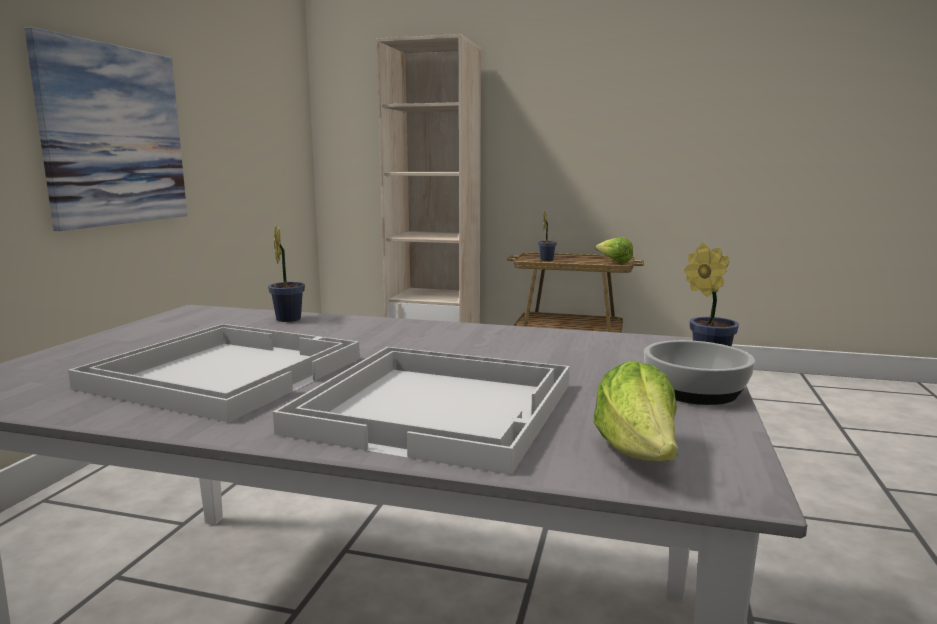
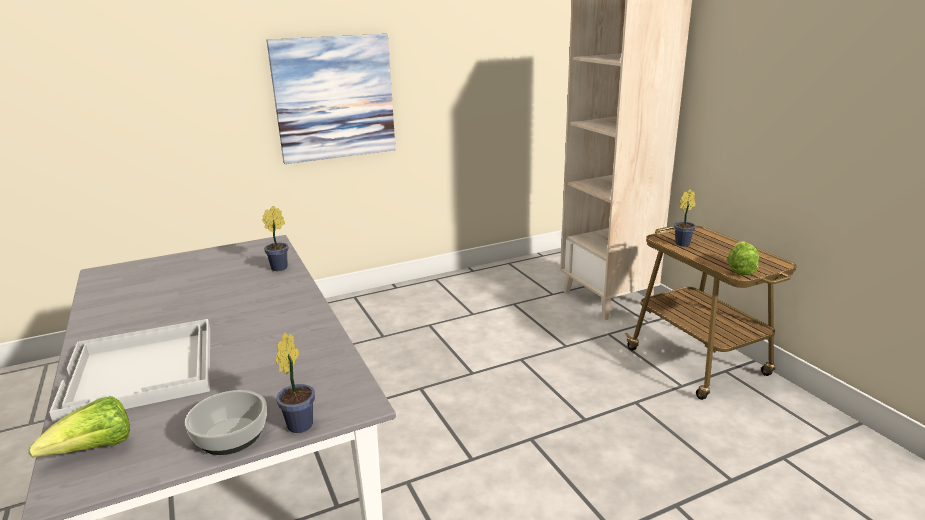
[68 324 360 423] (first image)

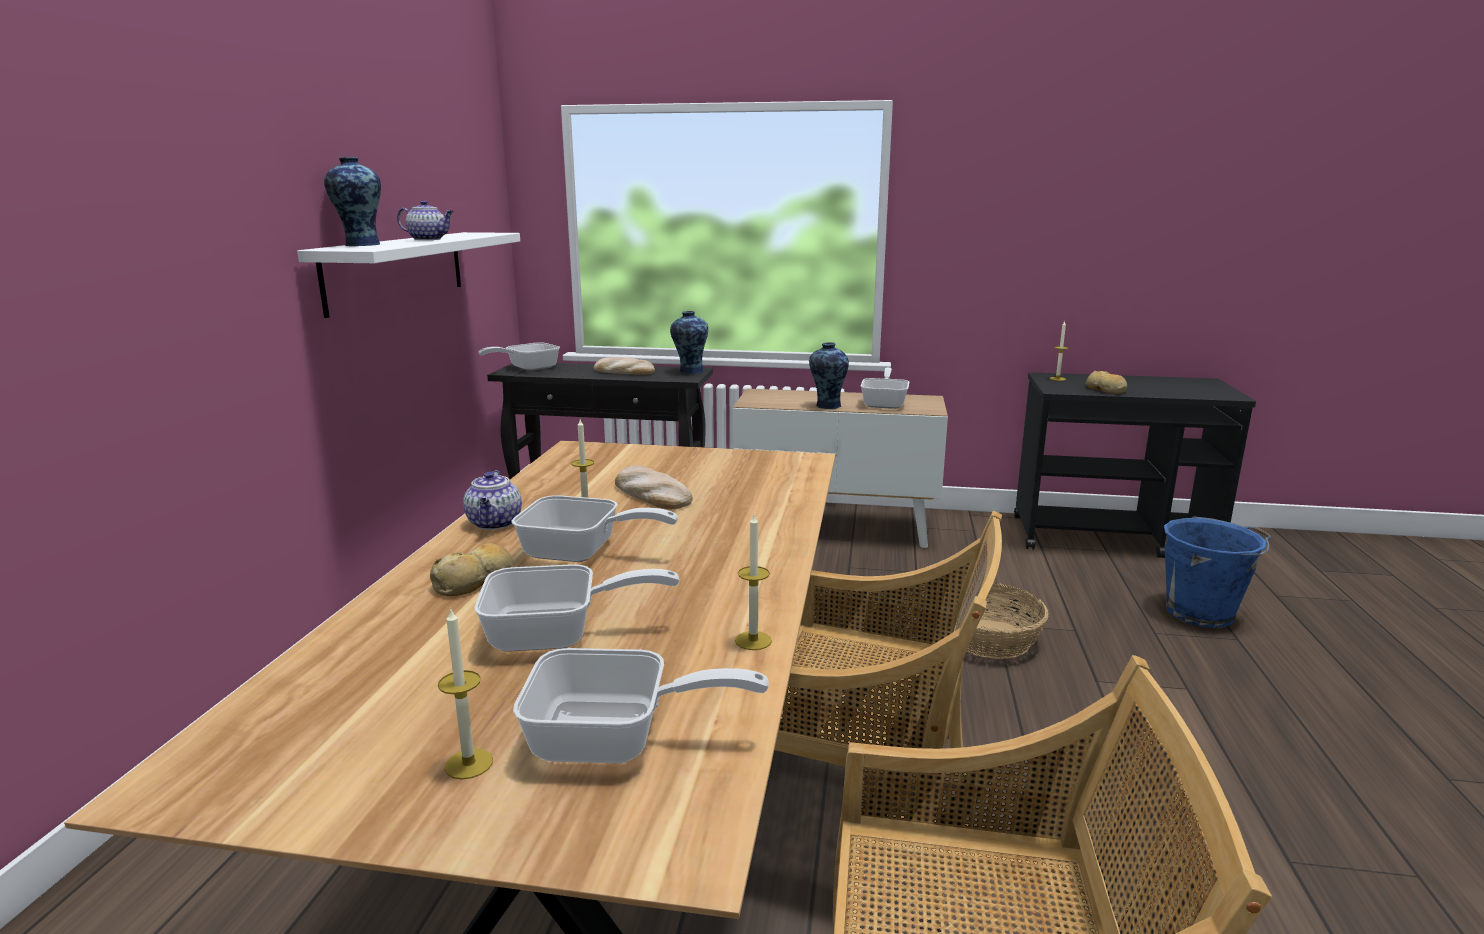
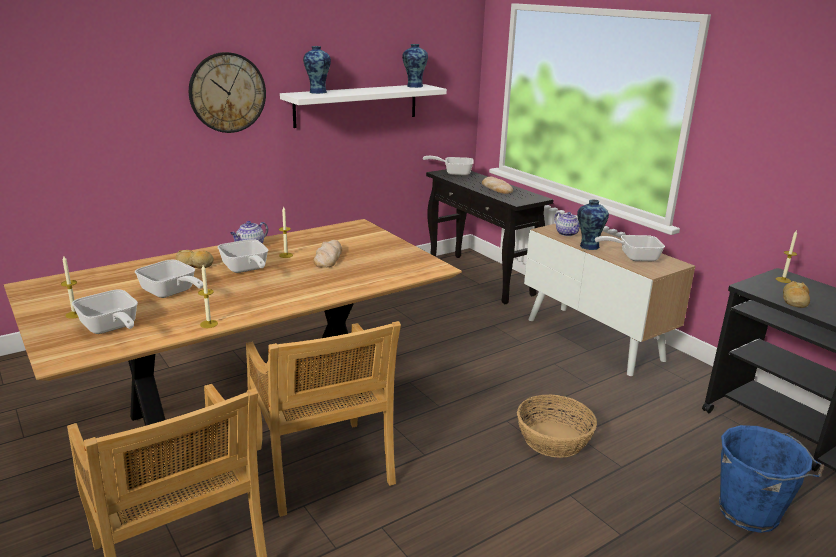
[554 212 580 236]
[402 44 428 88]
[595 235 665 261]
[189 52 266 133]

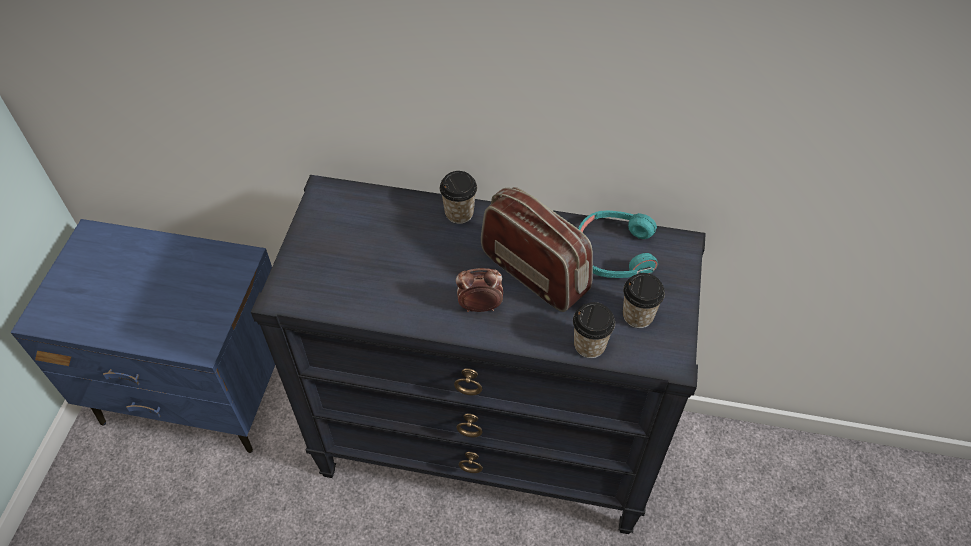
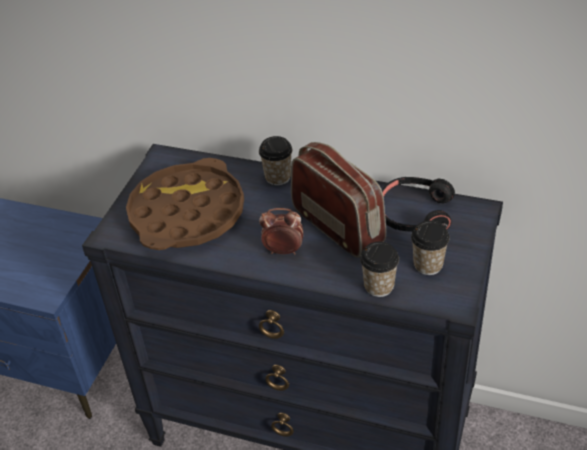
[382 177 455 232]
[126 158 244 250]

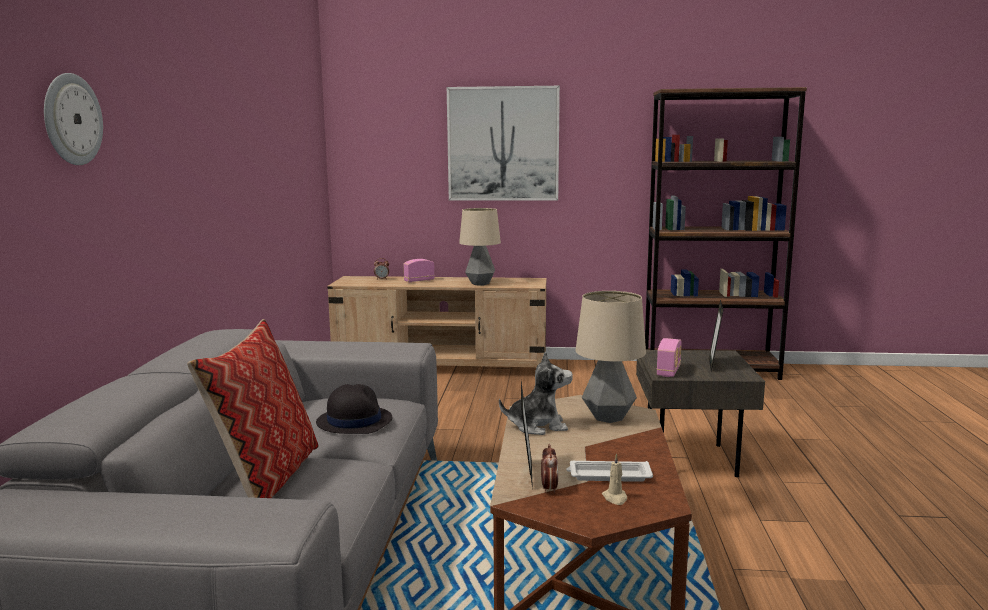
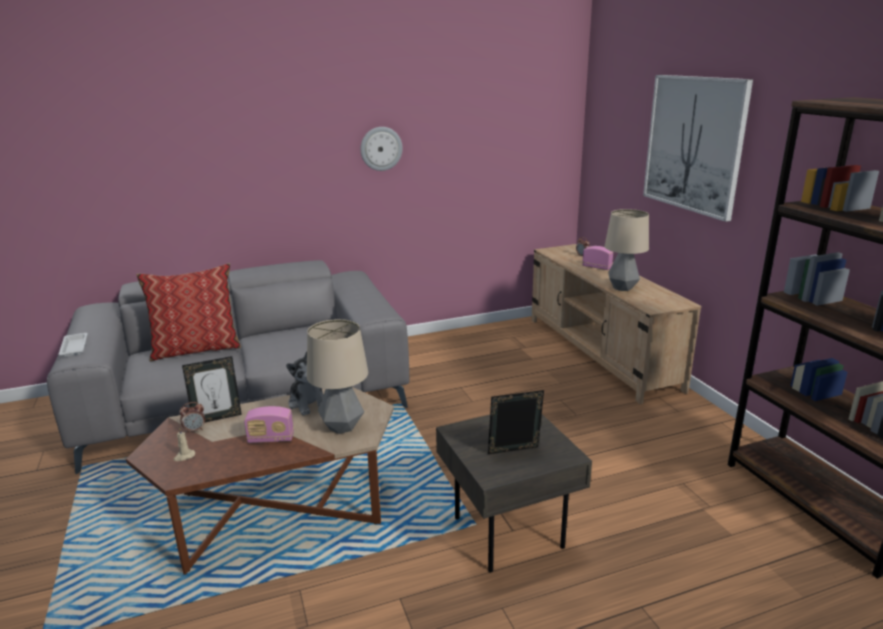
[360 127 403 171]
[244 406 294 443]
[316 384 392 434] (first image)
[58 333 88 357]

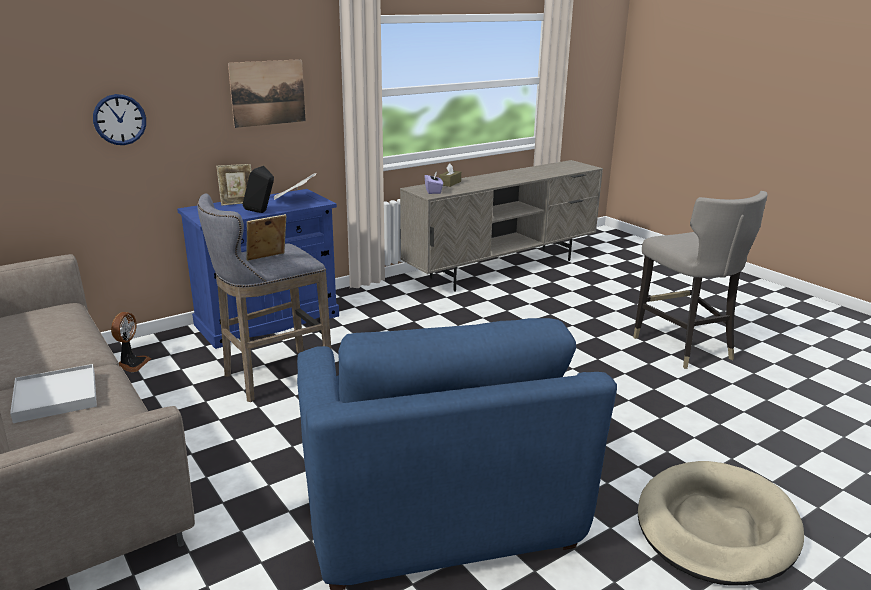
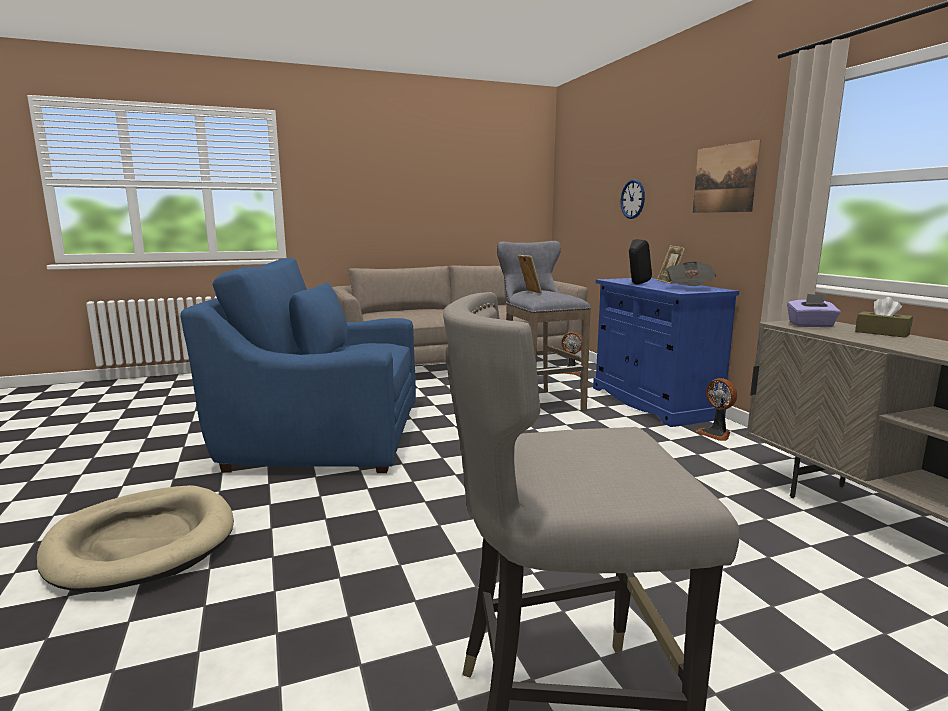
[10 364 97 423] (first image)
[696 378 737 441]

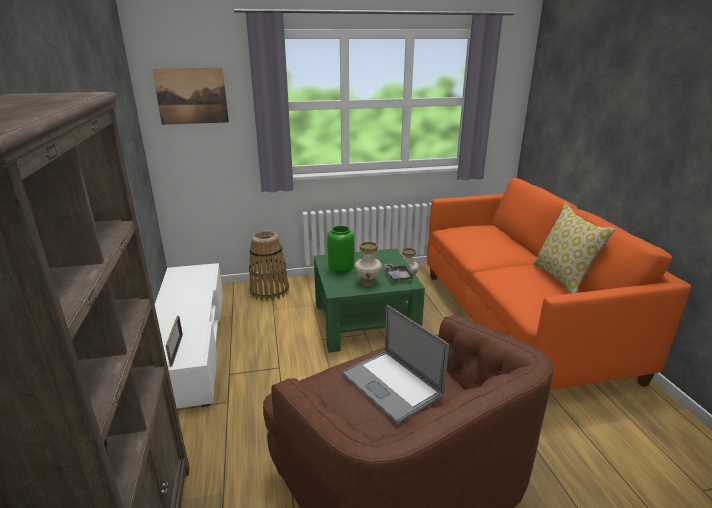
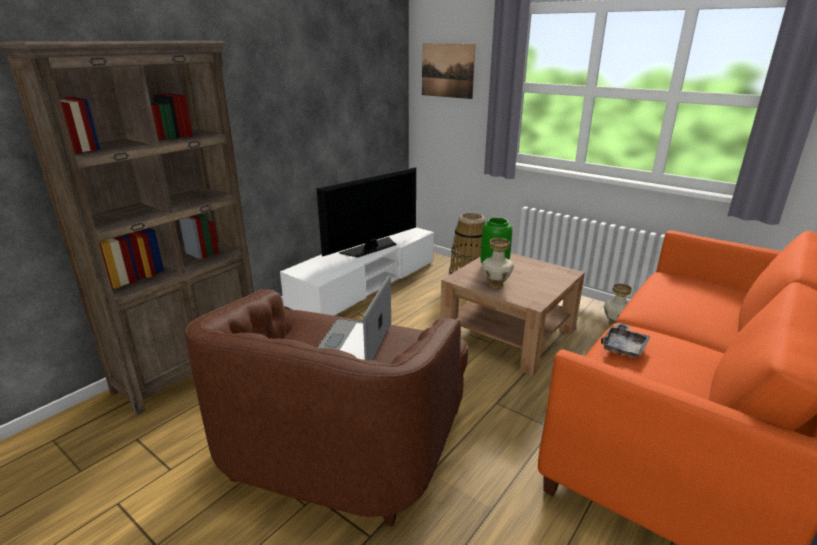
[533 203 615 294] (first image)
[440 253 585 376]
[601 322 650 358]
[166 316 183 367] (first image)
[317 167 416 258]

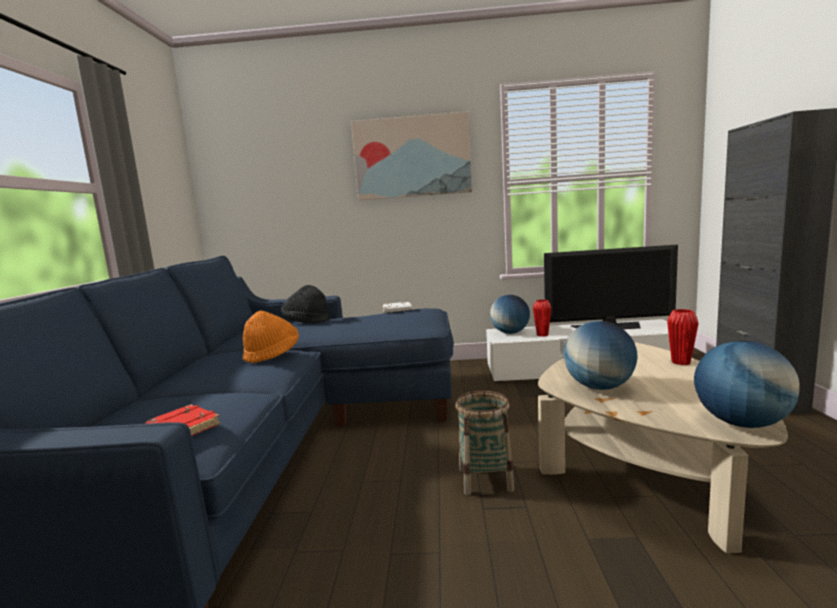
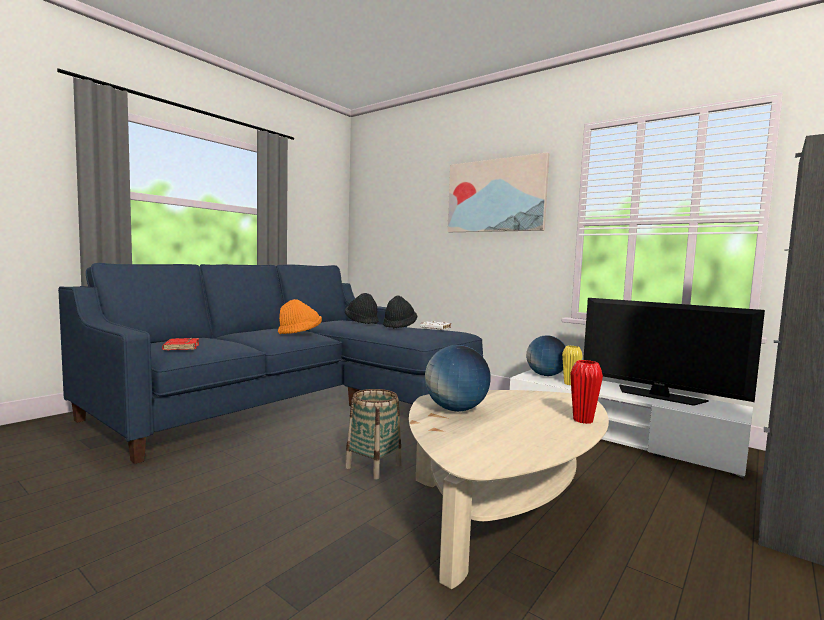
[562 346 583 385]
[694 340 800 428] (first image)
[383 296 417 329]

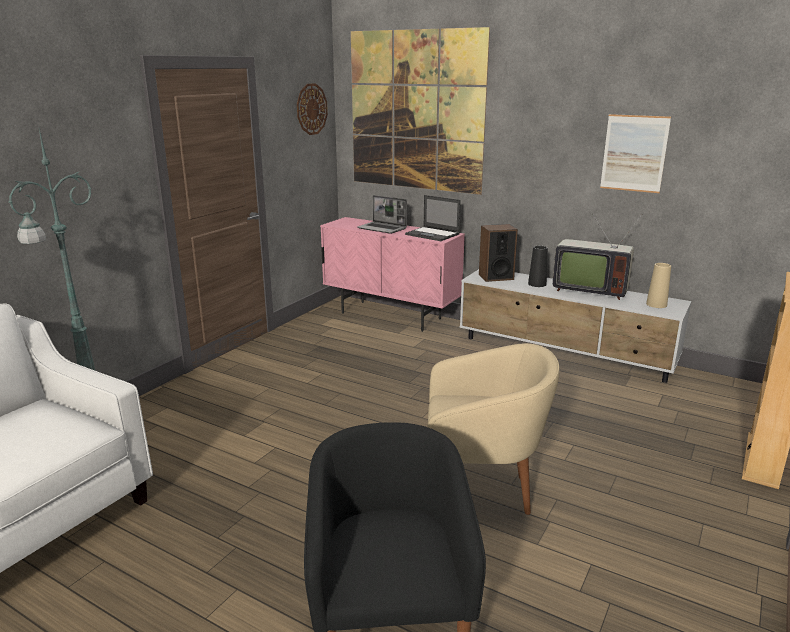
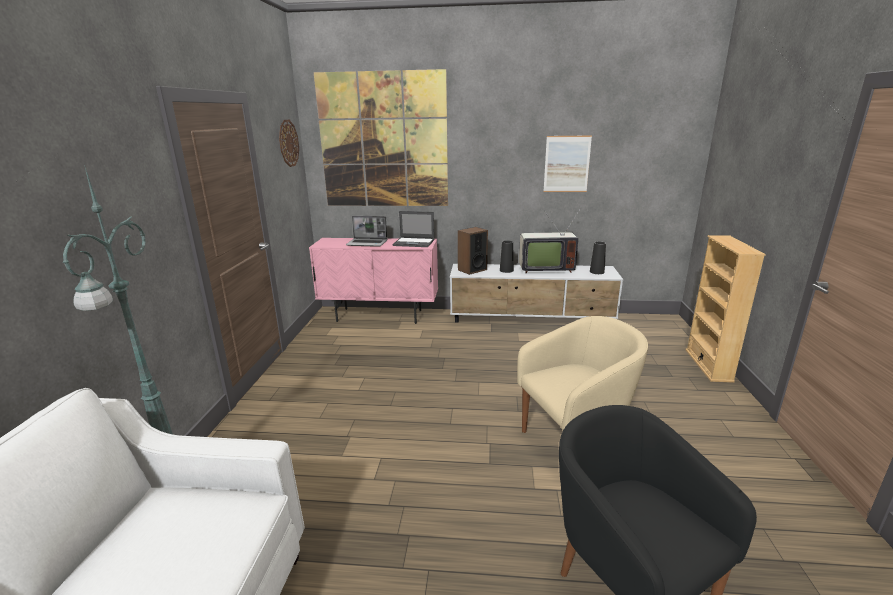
[590 241 606 274]

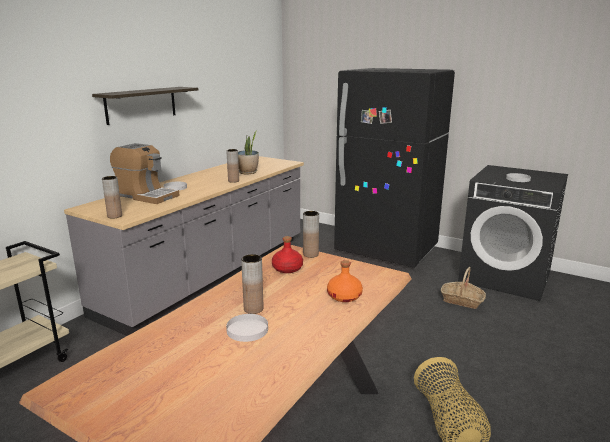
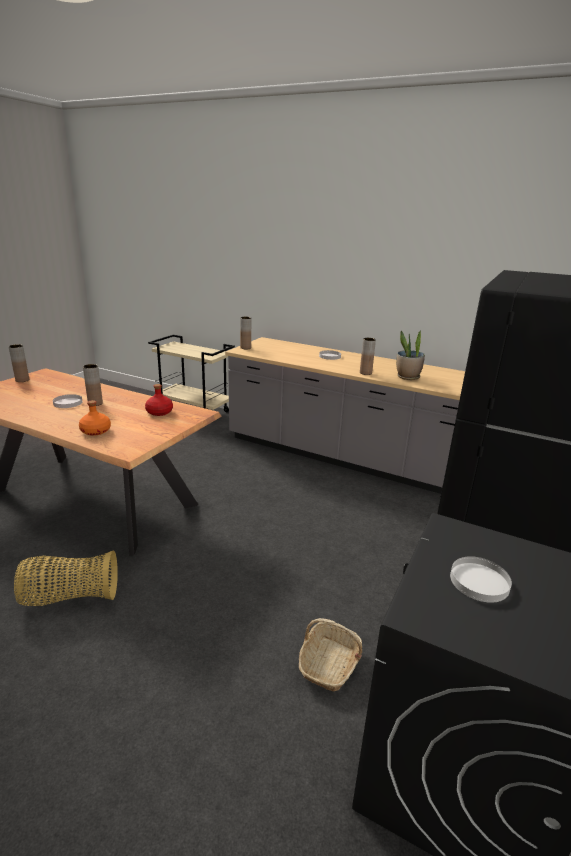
[92 87 198 125] (first image)
[110 143 180 204] (first image)
[9 344 29 382]

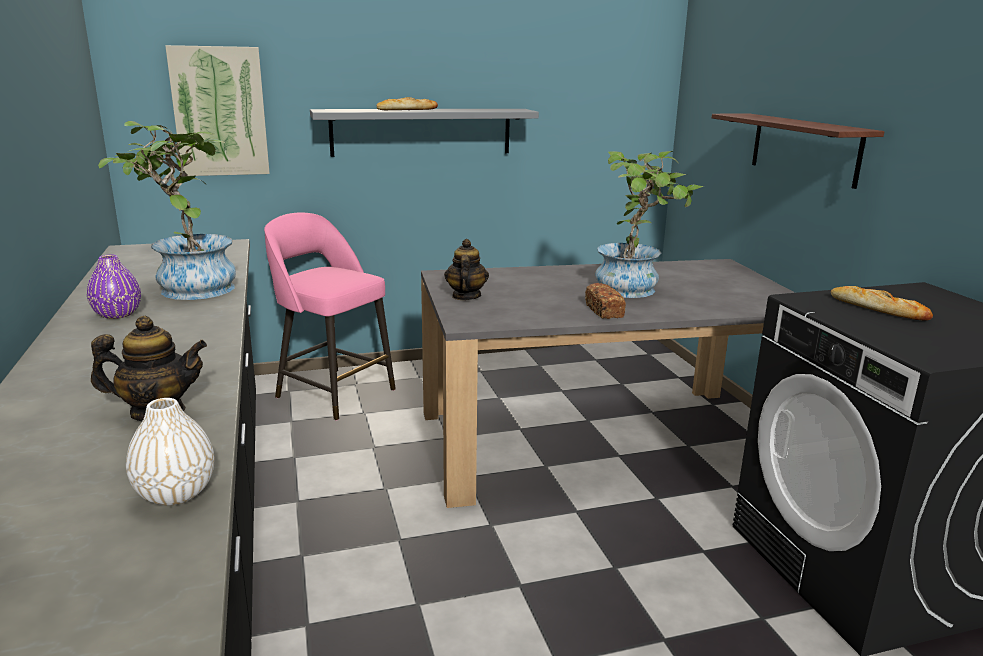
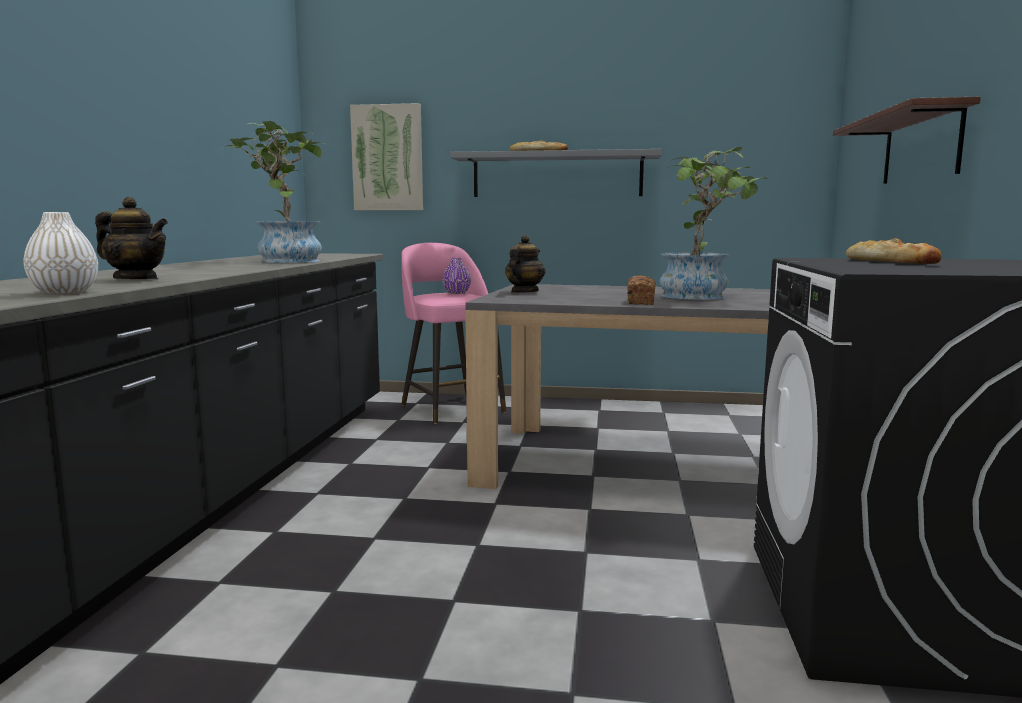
[443 258 471 294]

